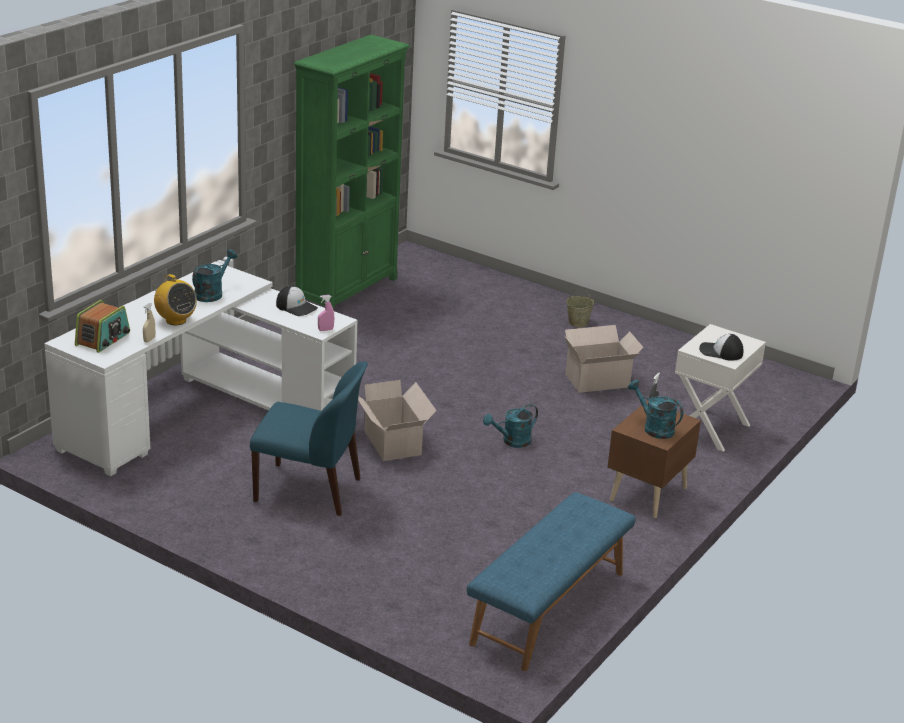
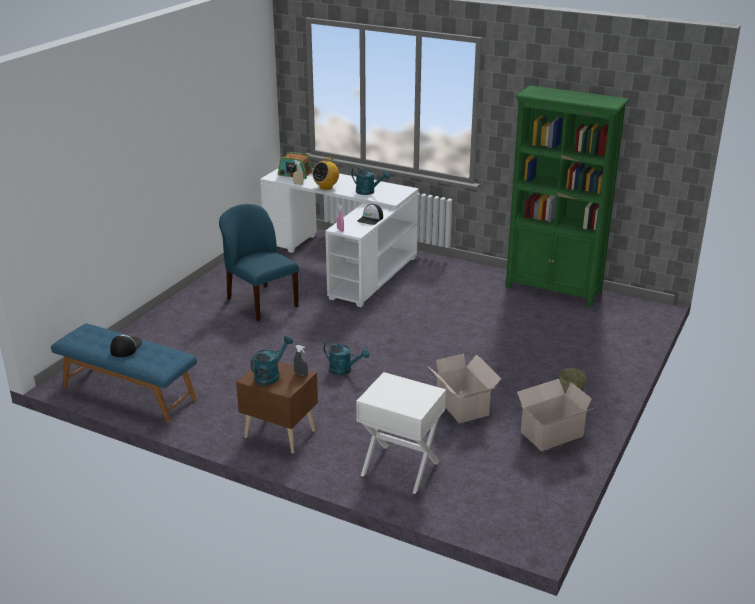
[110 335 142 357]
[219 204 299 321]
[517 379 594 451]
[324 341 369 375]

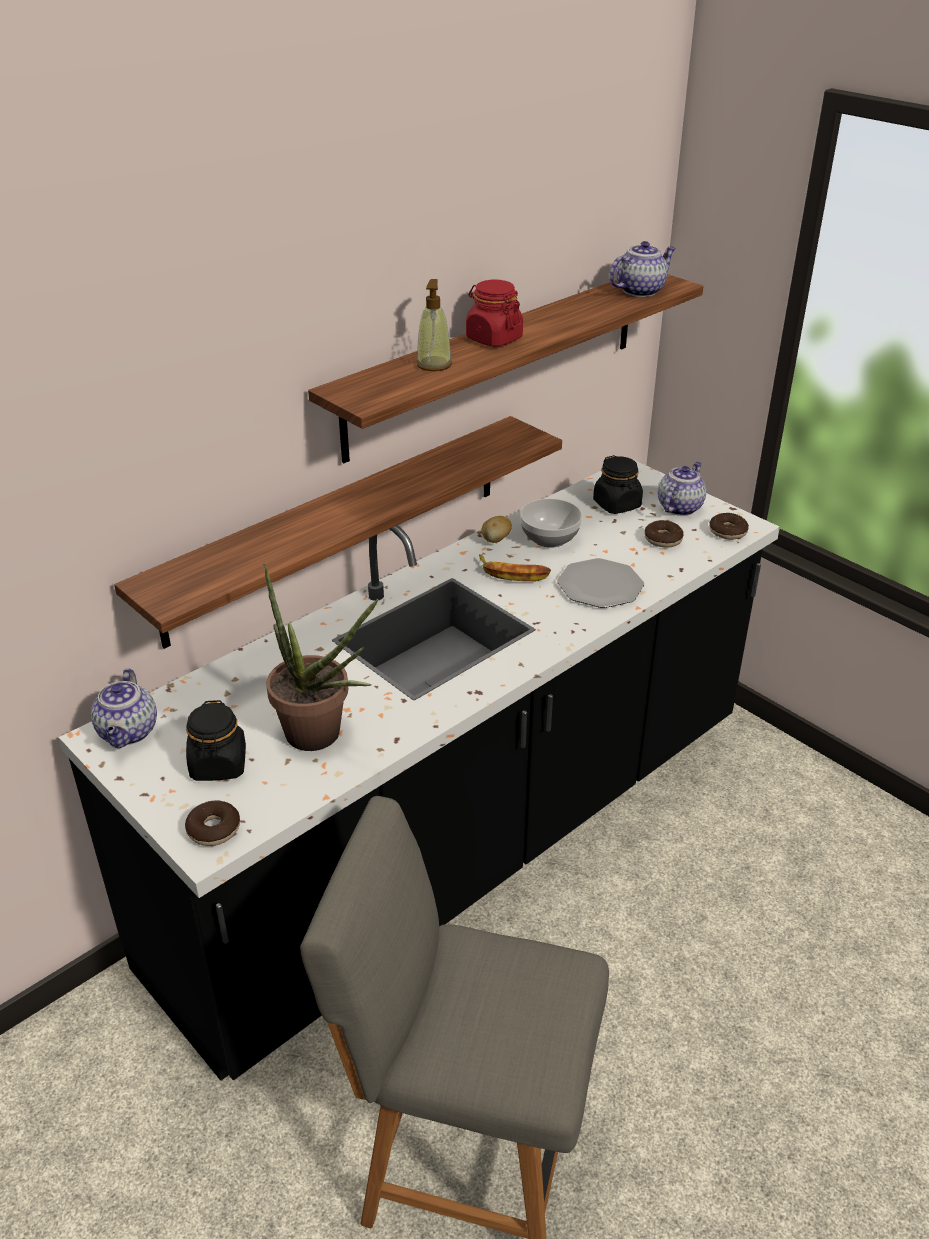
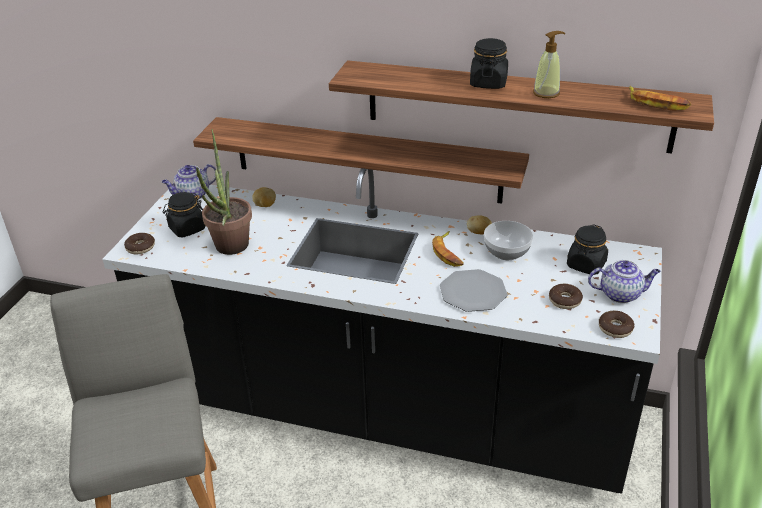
[629 86 691 111]
[533 31 566 98]
[470 38 508 89]
[252 187 276 207]

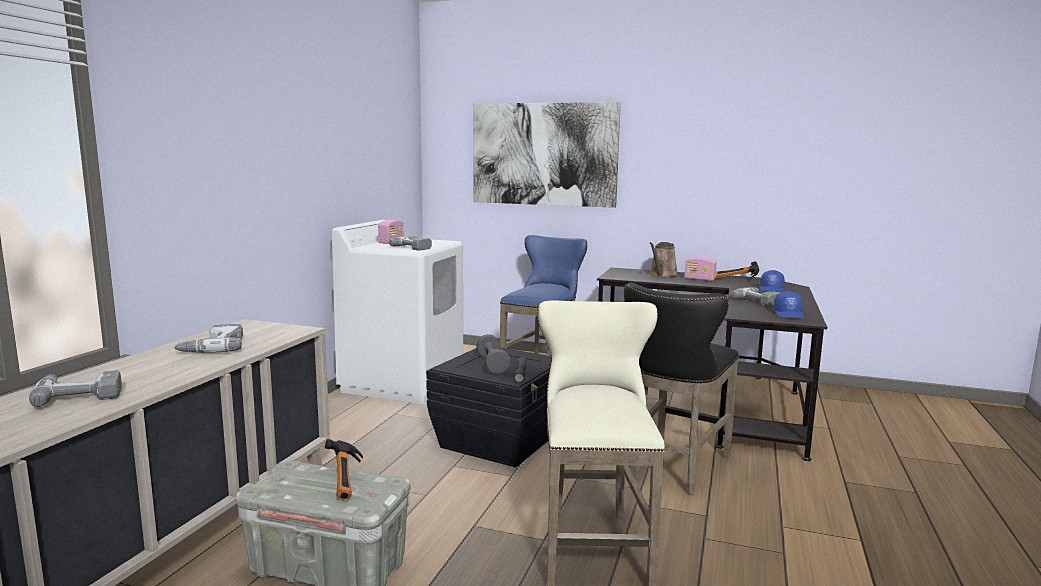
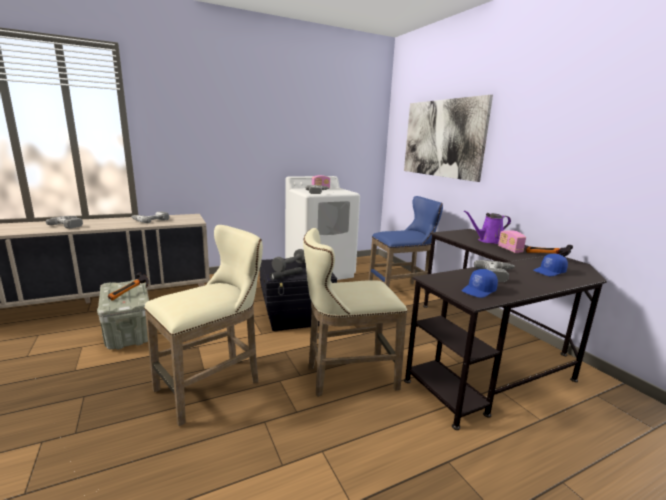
[464 211 511 244]
[303 228 407 397]

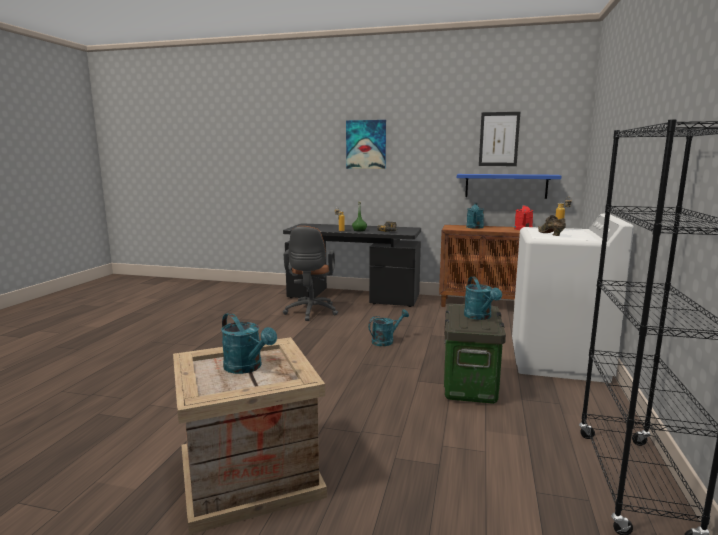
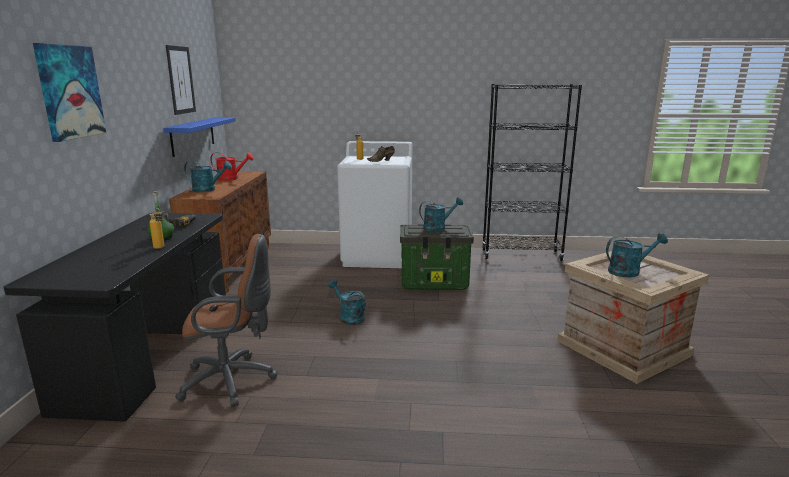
[606 233 668 277]

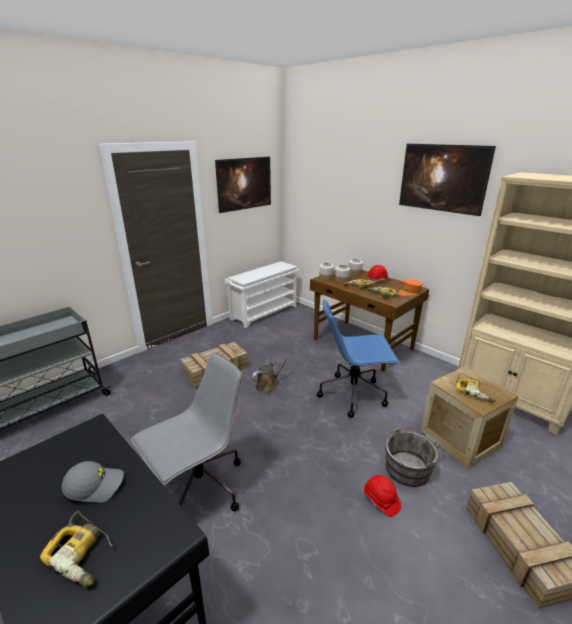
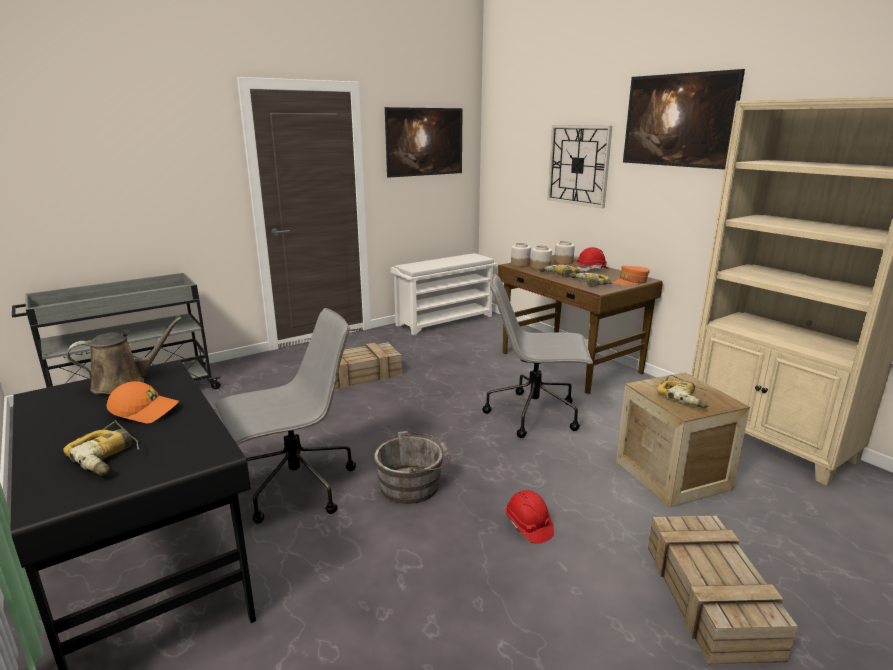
[482 274 593 438]
[67 317 182 395]
[374 431 451 504]
[106 381 179 423]
[547 125 612 208]

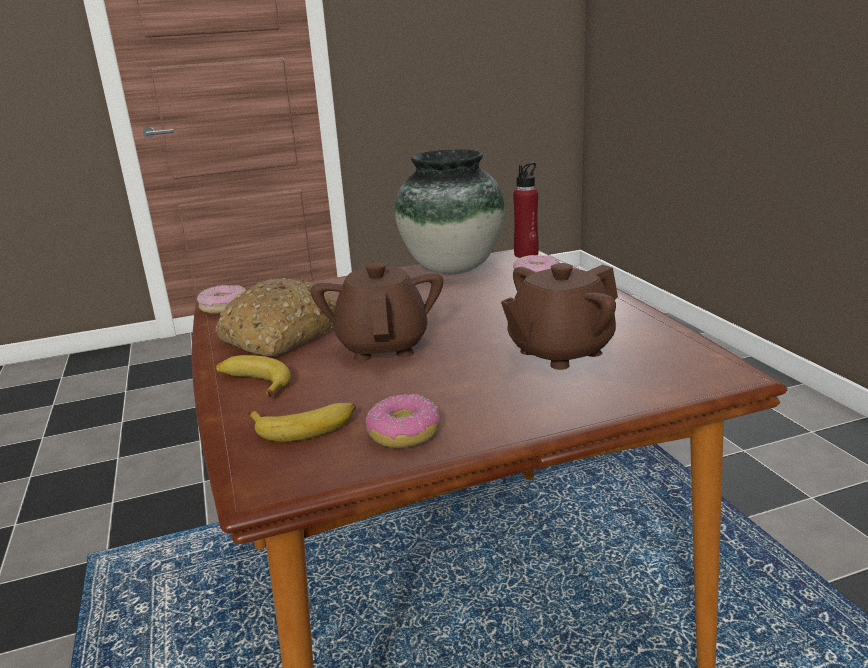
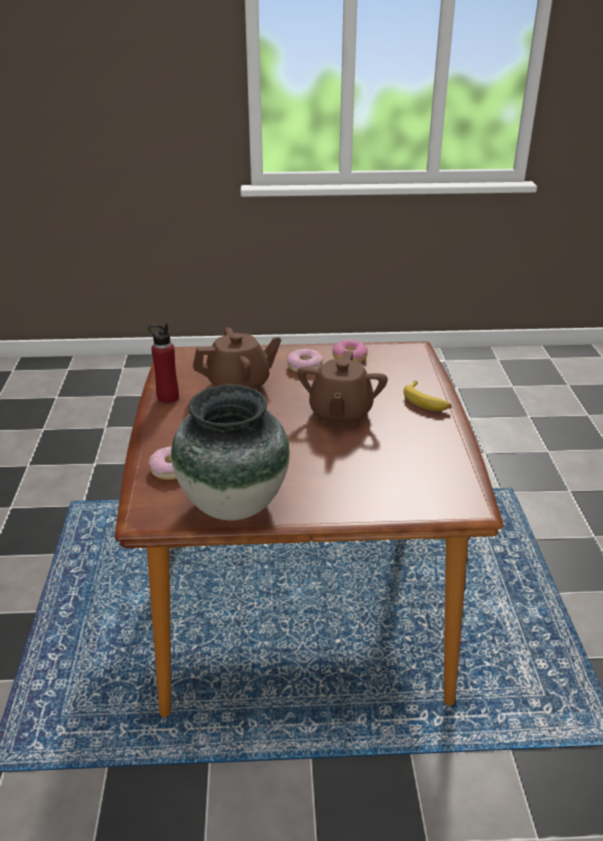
[148 323 179 404]
[216 278 336 356] (first image)
[287 349 324 372]
[248 402 356 442] (first image)

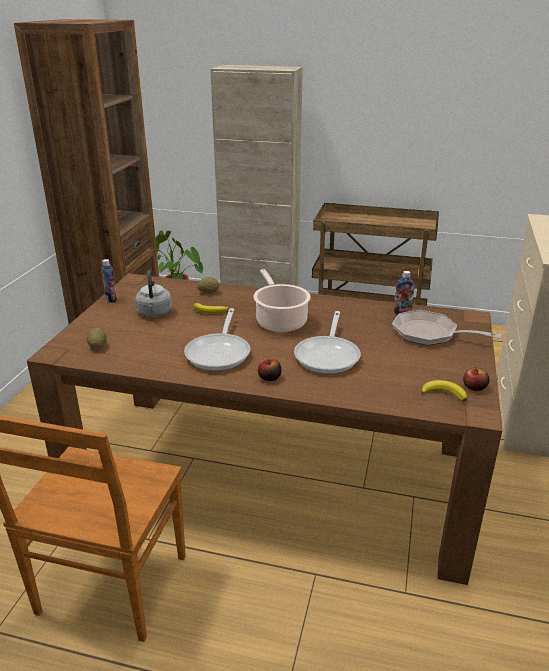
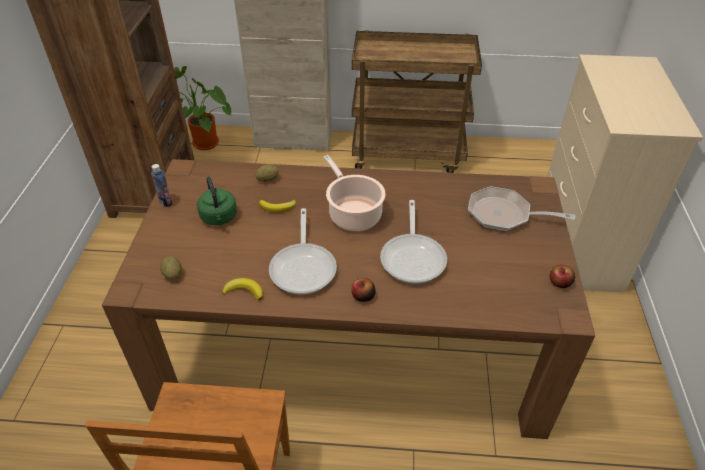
[197 176 237 225]
[394 271 415 314] (first image)
[222 278 263 300]

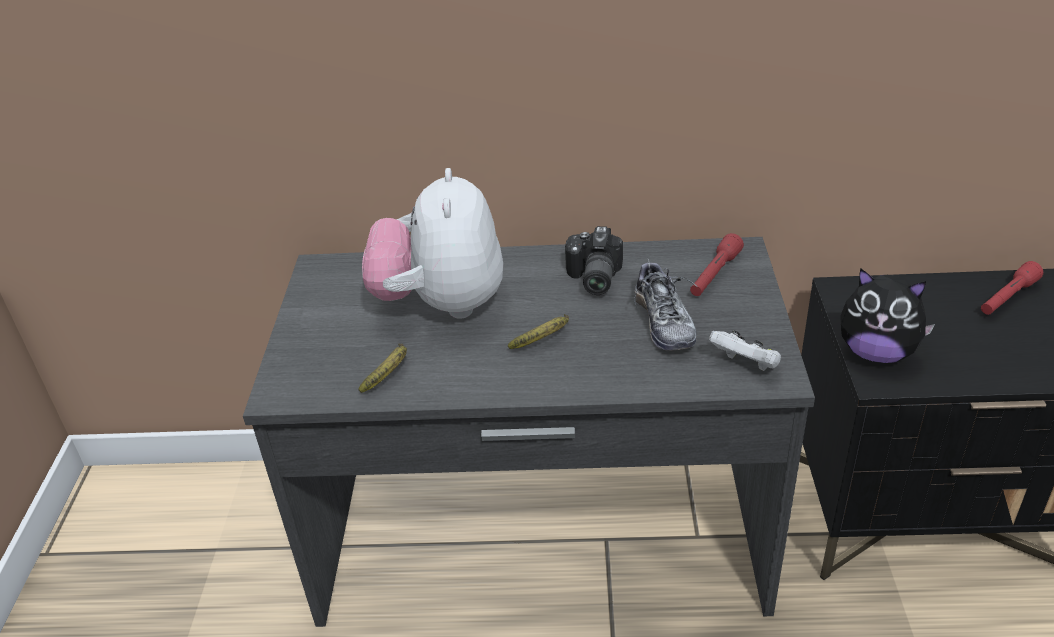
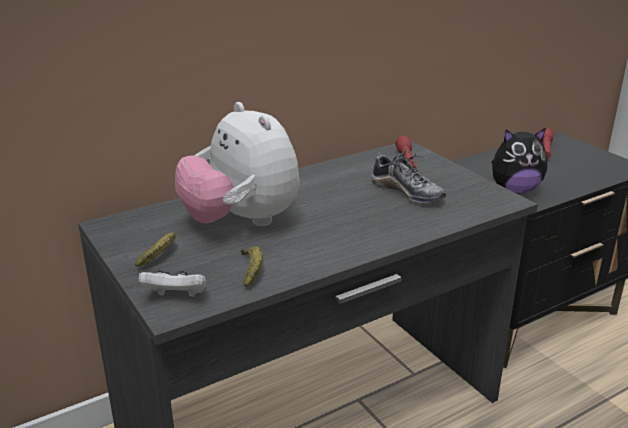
[565 226 623 295] (first image)
[135 232 176 267]
[139 270 206 297]

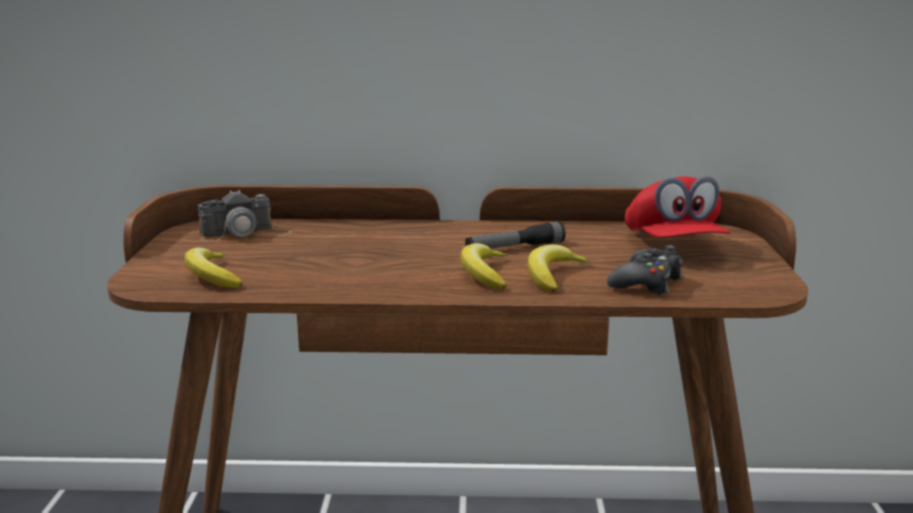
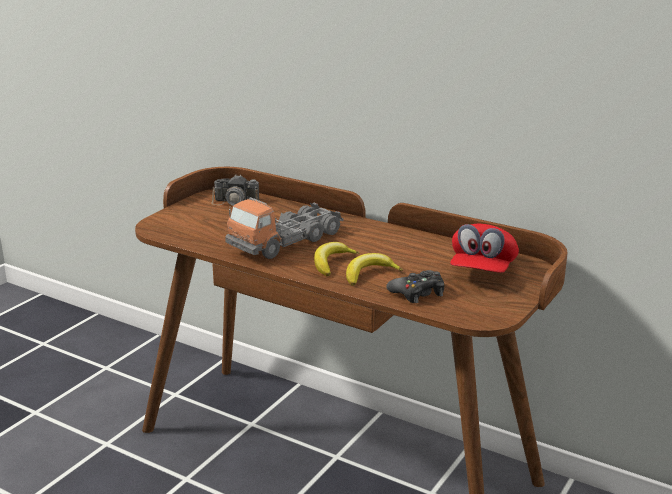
[465 221 566 248] (first image)
[184 247 243 288] (first image)
[225 197 344 259]

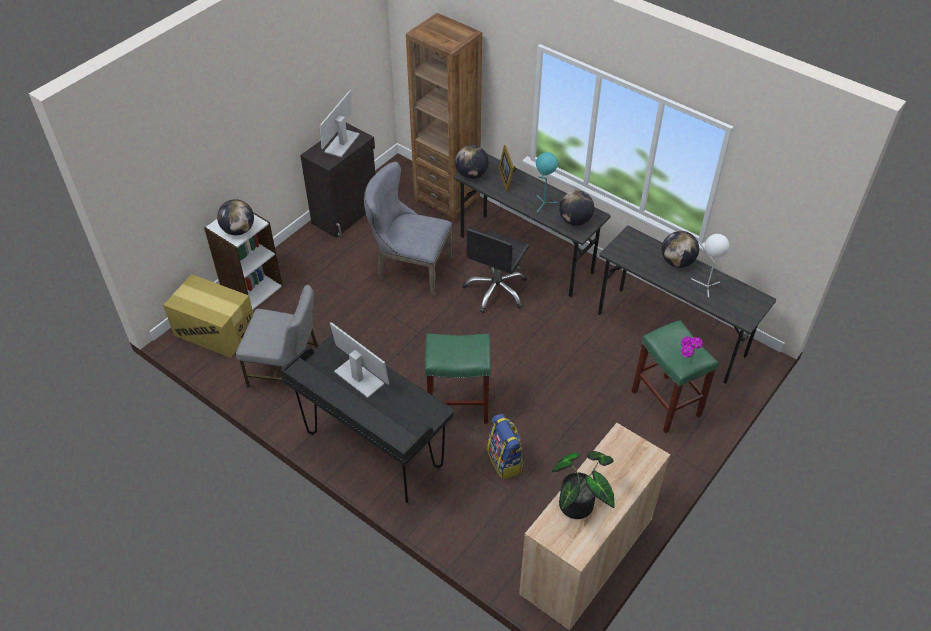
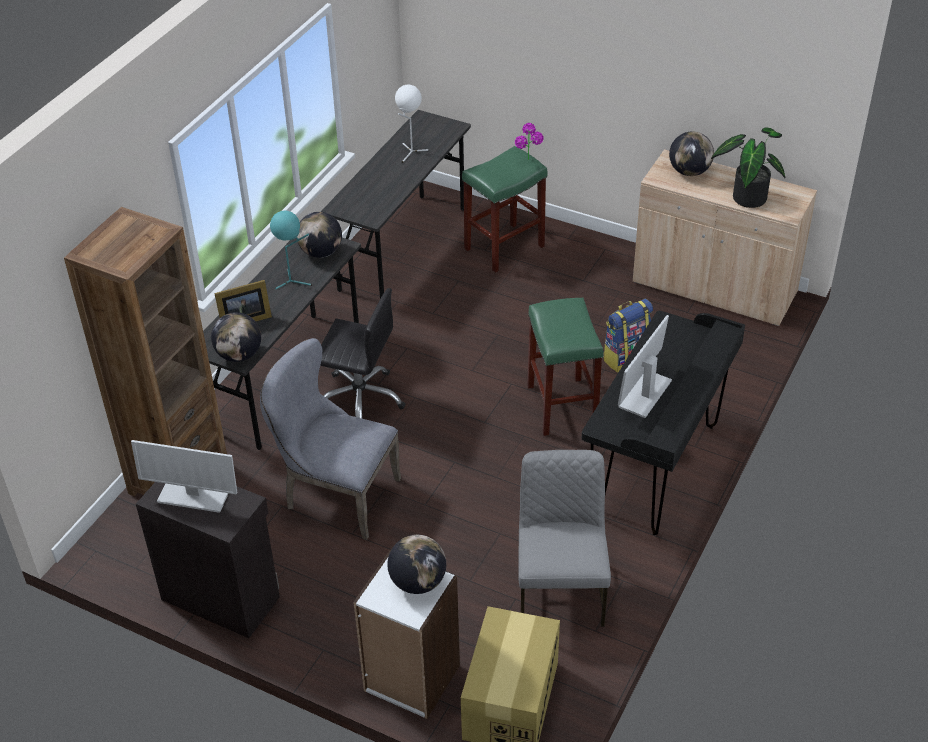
[260 338 401 540]
[669 131 714 176]

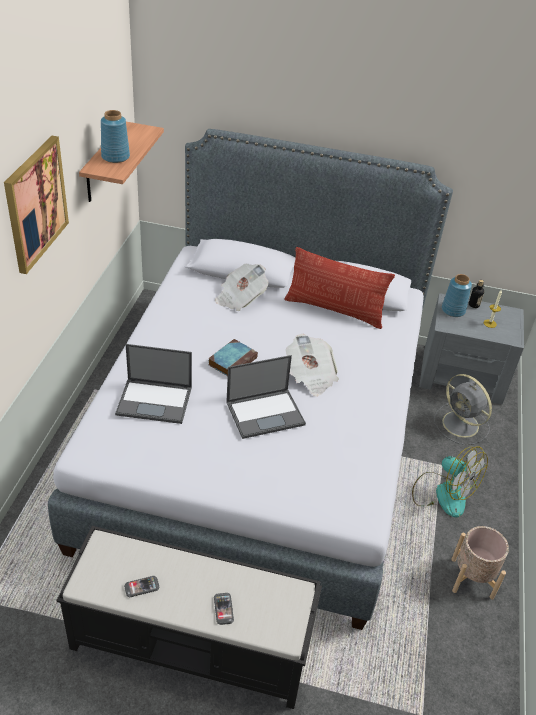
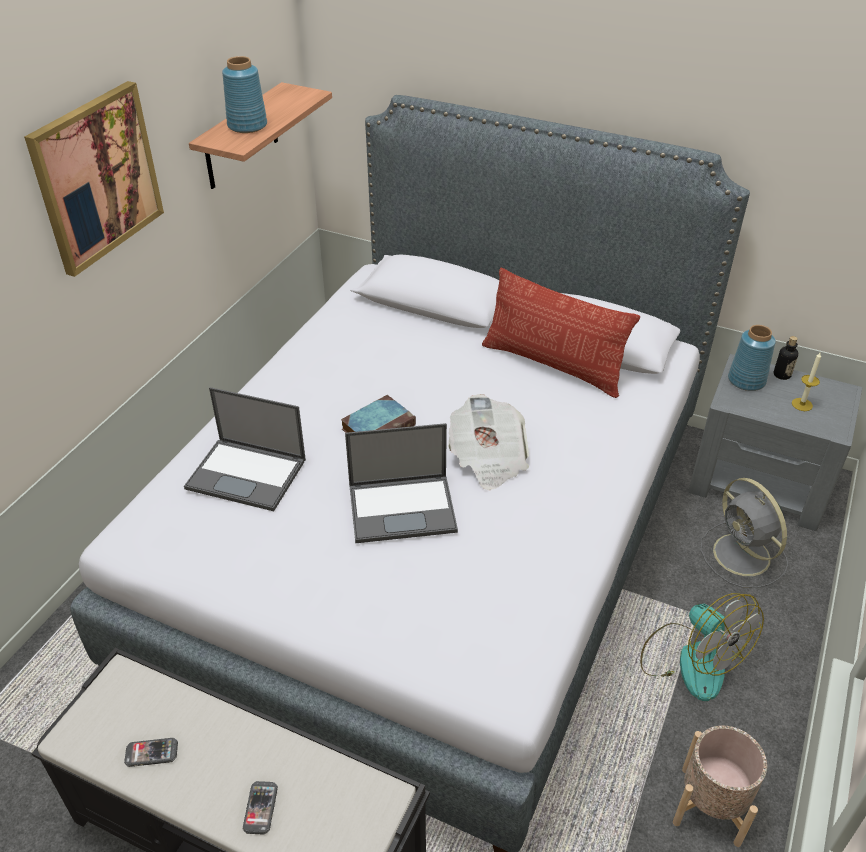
[215 263 268 311] (first image)

